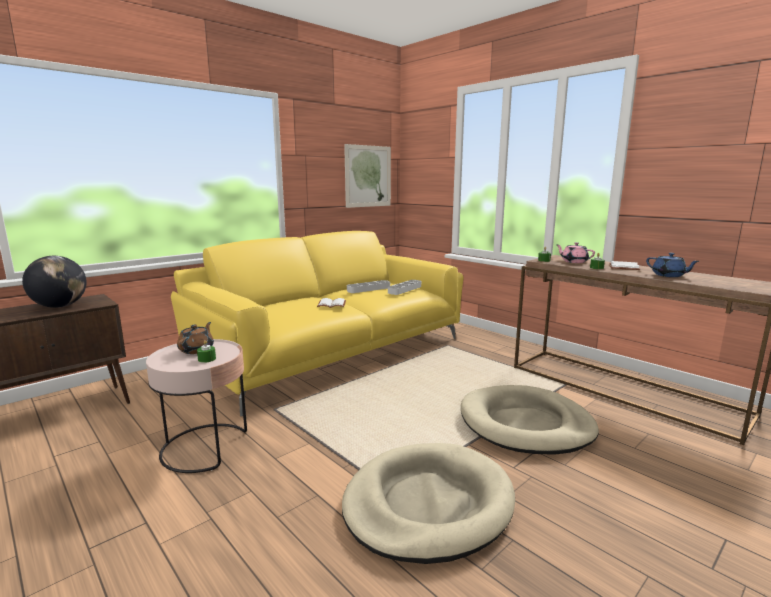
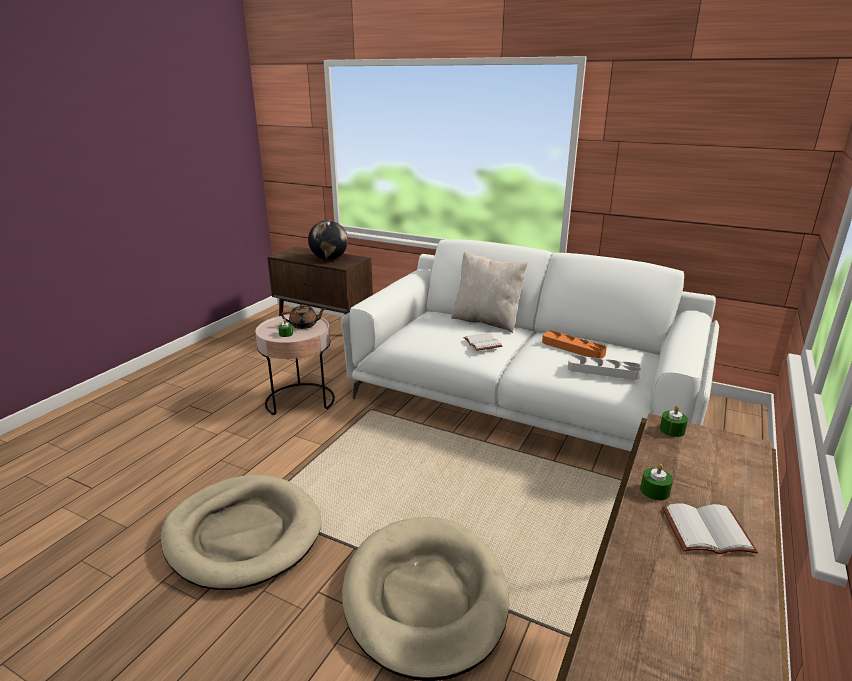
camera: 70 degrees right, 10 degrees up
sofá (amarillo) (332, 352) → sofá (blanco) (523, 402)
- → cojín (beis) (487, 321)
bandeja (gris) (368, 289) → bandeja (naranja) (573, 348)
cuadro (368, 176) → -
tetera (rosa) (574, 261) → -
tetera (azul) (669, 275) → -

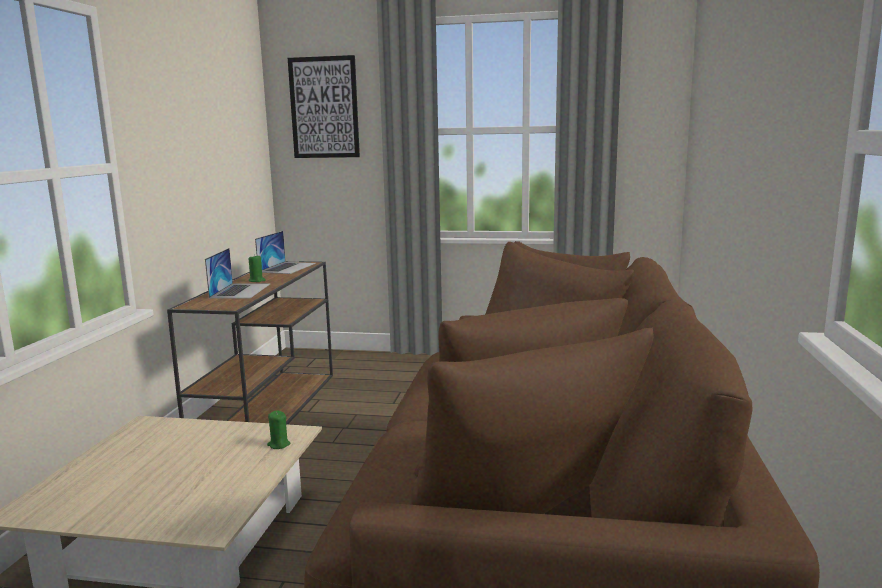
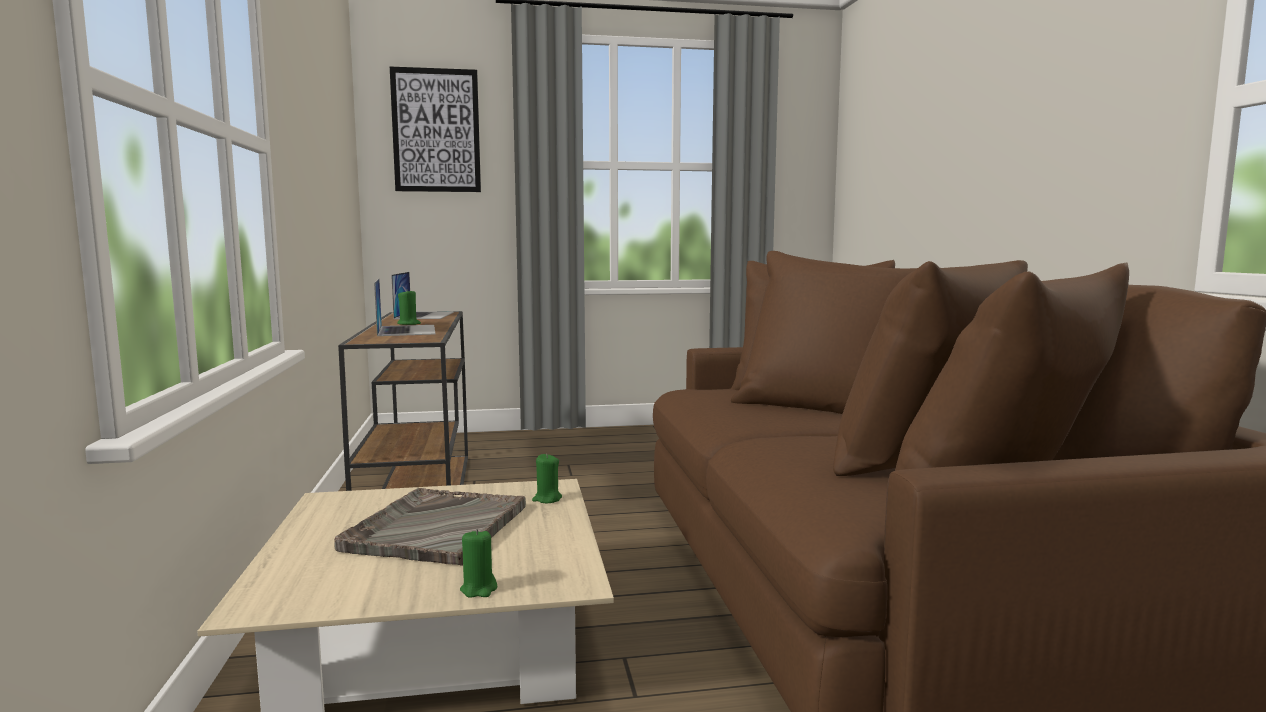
camera: 20 degrees left, 5 degrees down
- → bandeja (gris) (436, 528)
- → vela (verde) (479, 589)

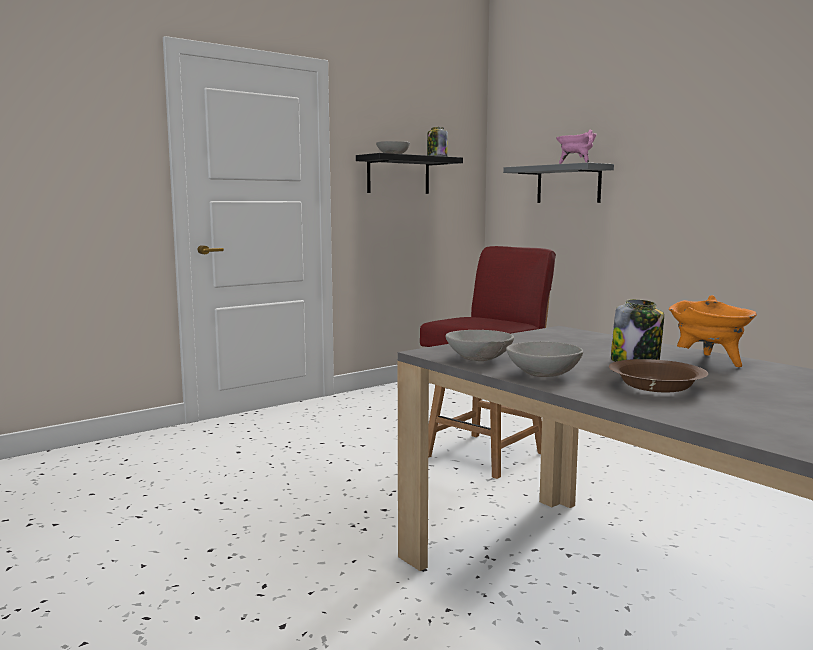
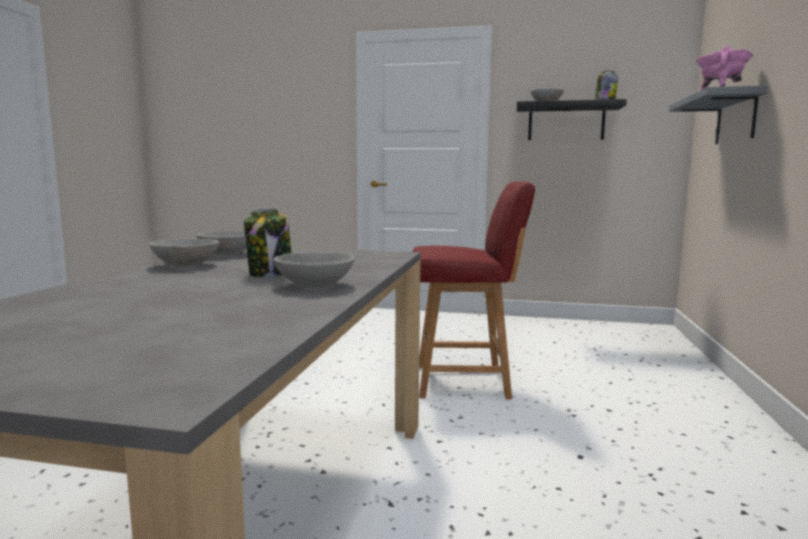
camera: 50 degrees right, 0 degrees up
olla (naranja) (709, 362) → cuenco (gris) (315, 285)
cuenco (marrón) (656, 387) → -

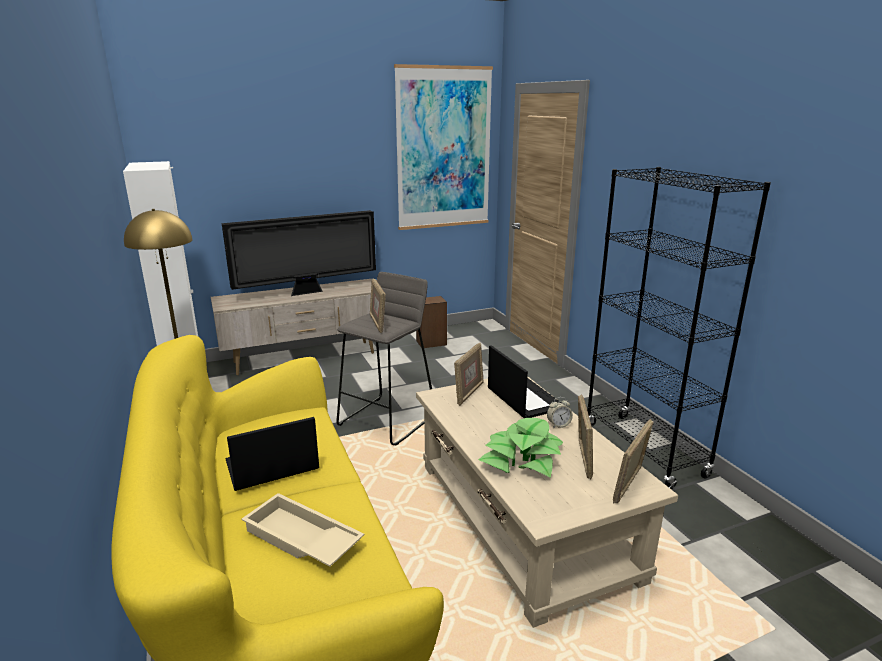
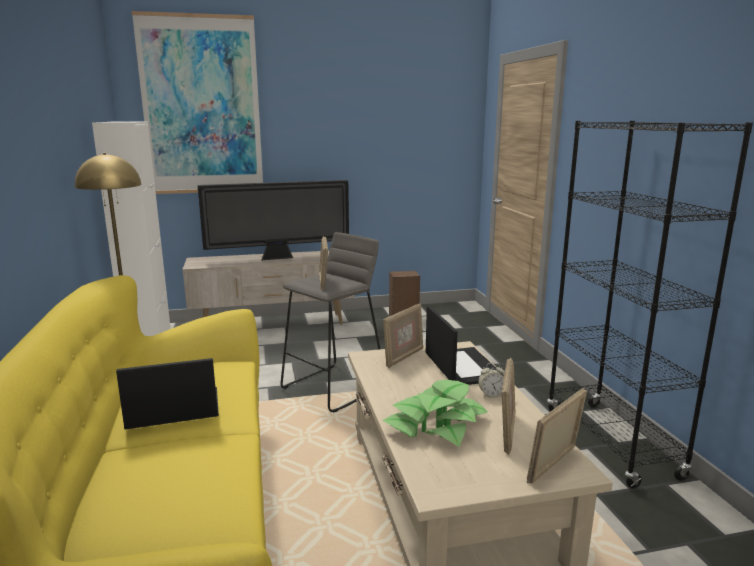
camera: 10 degrees right, 5 degrees down
cuadro (443, 149) → cuadro (202, 106), moved
bandeja (beis) (300, 539) → -

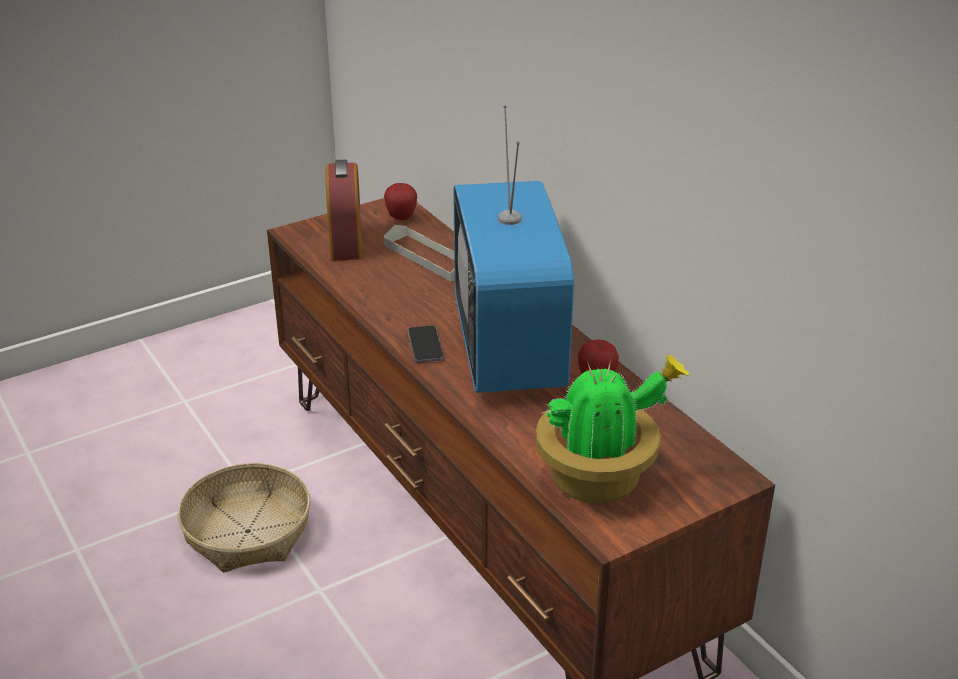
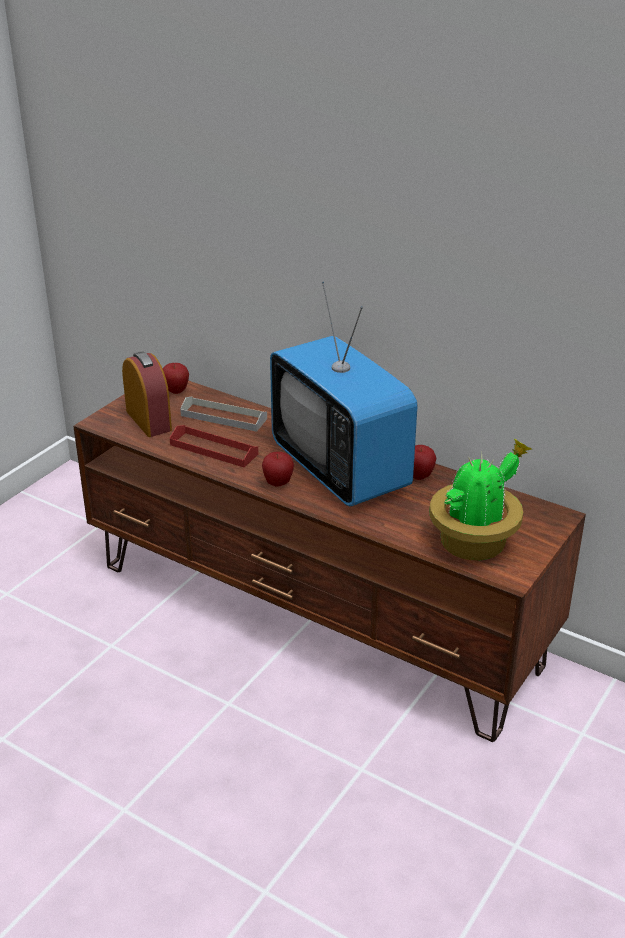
camera: 25 degrees left, 0 degrees up
- → bandeja (rojo) (214, 449)
móvil (425, 346) → manzana (278, 483)
cesta (248, 531) → -

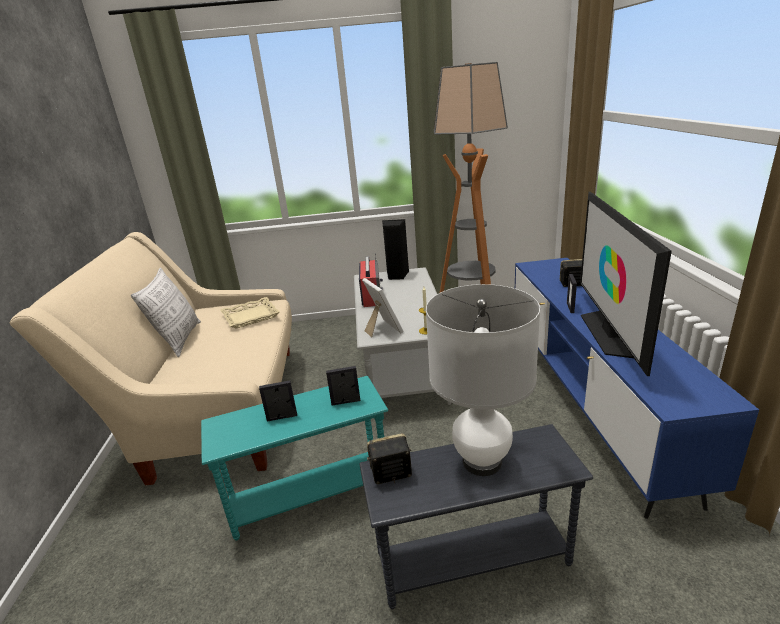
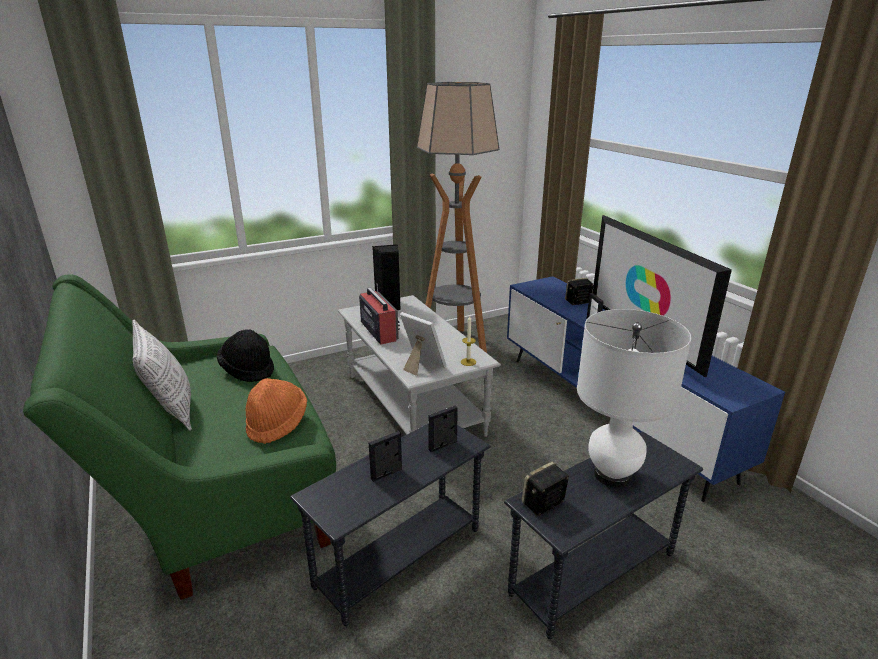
camera: 25 degrees left, 0 degrees up
sofá (beis) (216, 409) → sofá (verde) (215, 490)
bandeja (beis) (251, 317) → sombrero (negro) (248, 370)
- → sombrero (naranja) (277, 424)
mesa auxiliar (turquesa) (310, 496) → mesa auxiliar (gris) (400, 558)

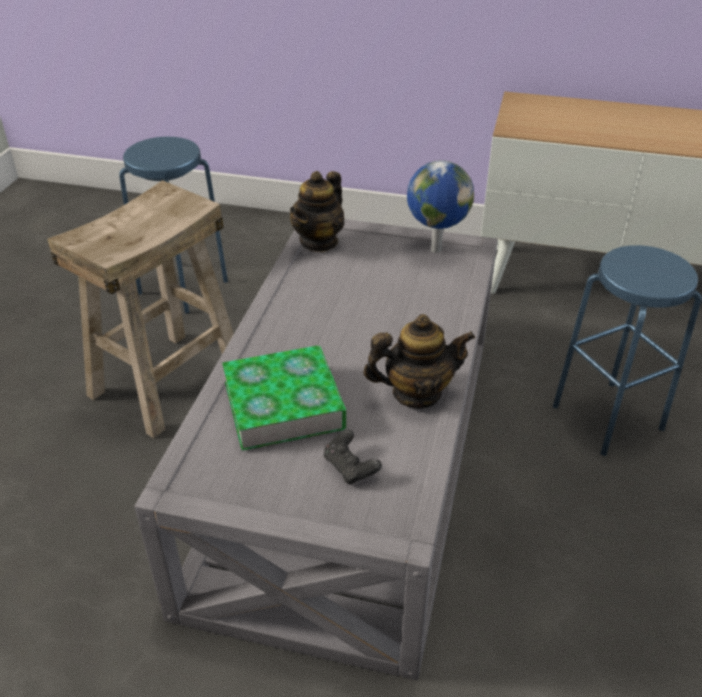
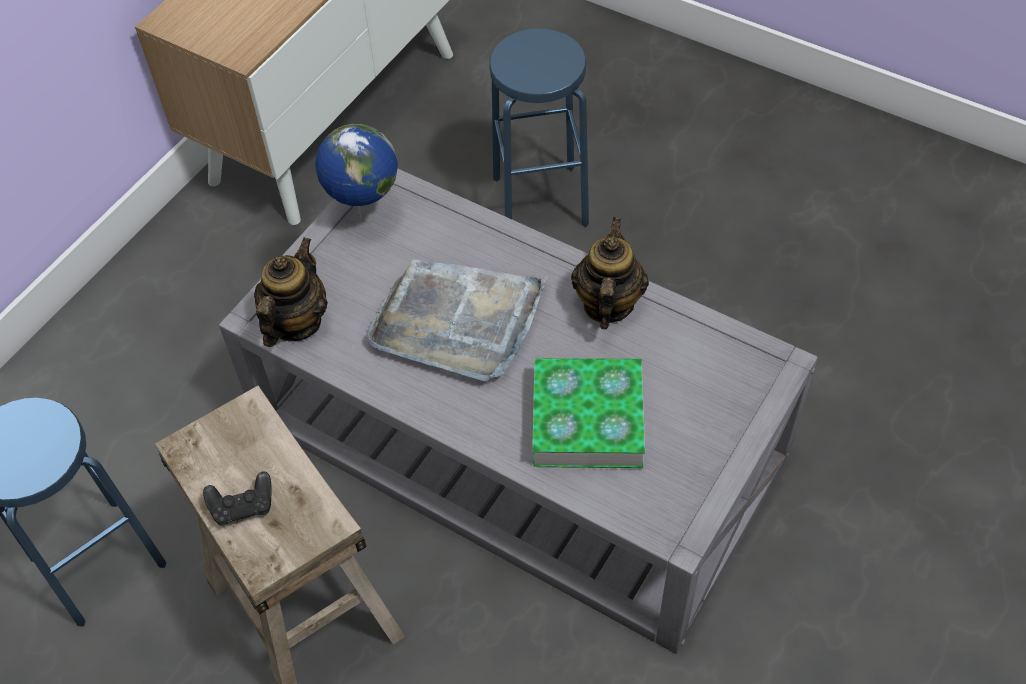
camera: 70 degrees left, 15 degrees up
mando de consola (negro) (350, 467) → mando de consola (negro) (243, 506), moved
tetera (319, 241) → tetera (296, 322), 120 degrees counterclockwise
- → bandeja (gris) (458, 321)

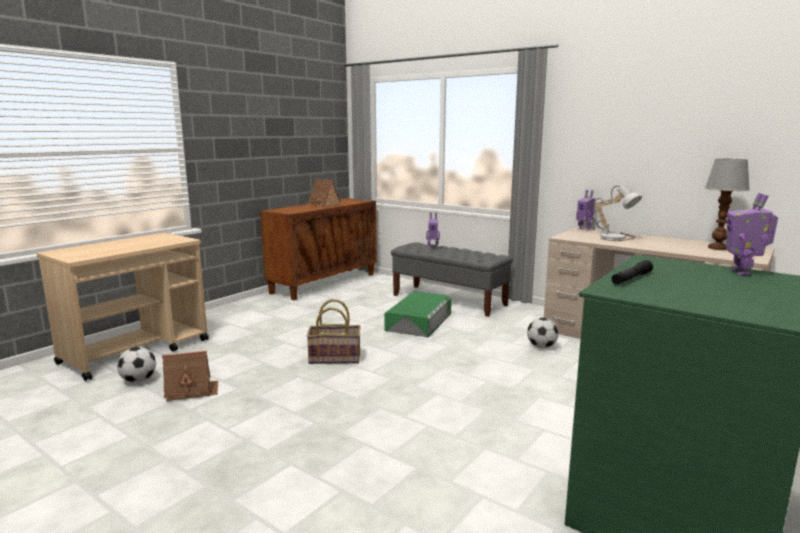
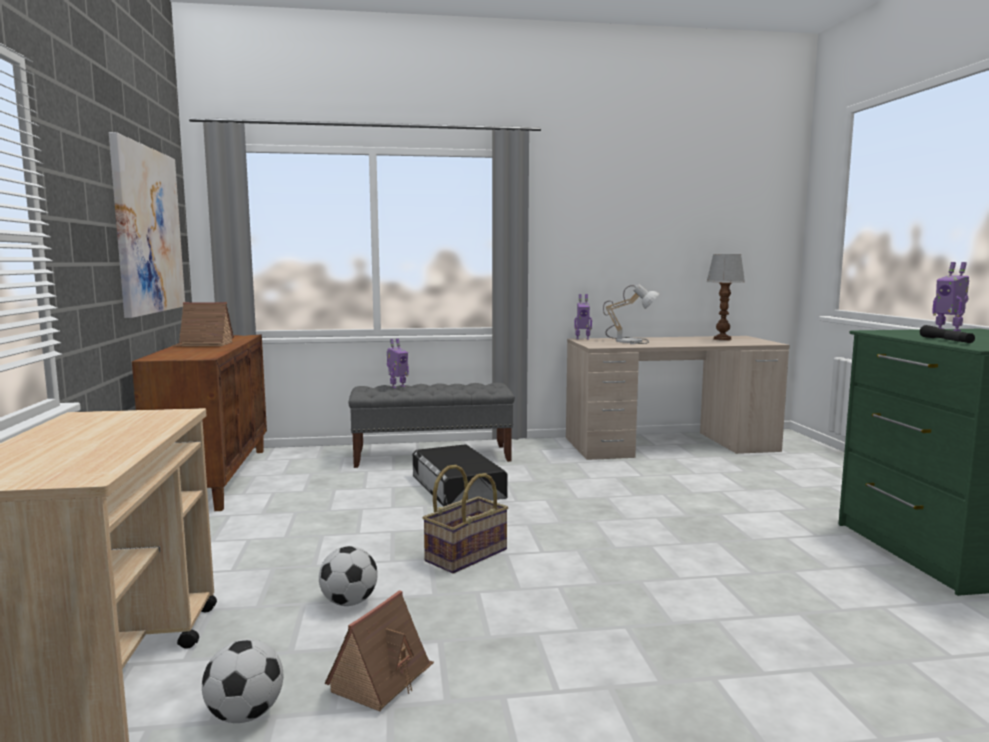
camera: 45 degrees left, 5 degrees down
- → cuadro (148, 230)
balón de fútbol (541, 347) → balón de fútbol (349, 602), moved
caja de almacenaje (verde) (419, 322) → caja de almacenaje (negro) (458, 486)

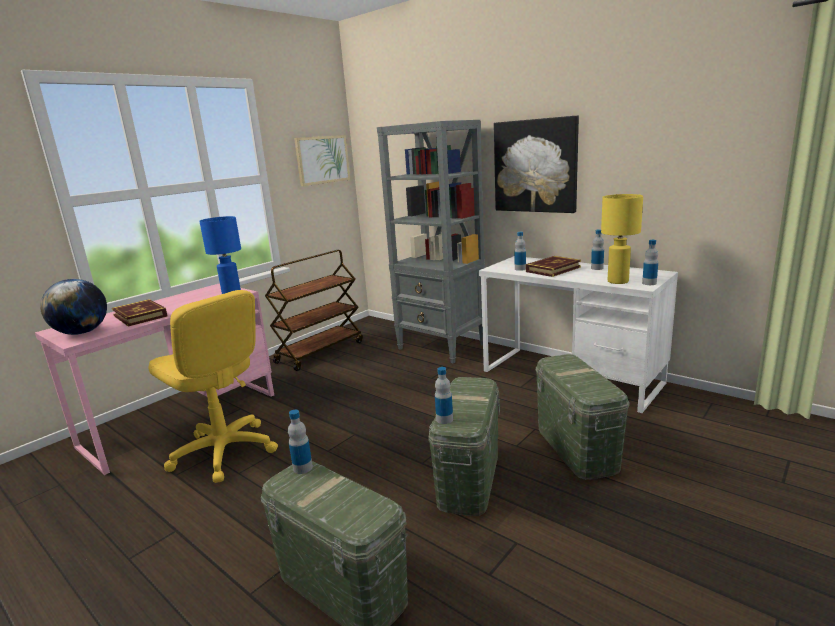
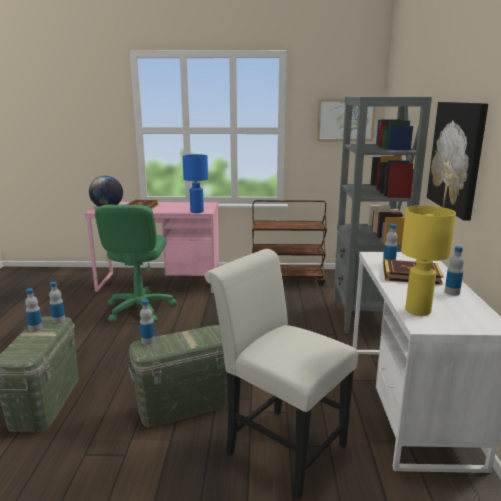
camera: 50 degrees right, 0 degrees up
botella (649, 283) → botella (35, 328), moved
silla de oficina (amarillo) (224, 452) → silla de oficina (verde) (139, 309)
caja de almacenaje (verde) (576, 448) → silla (blanco) (279, 445)

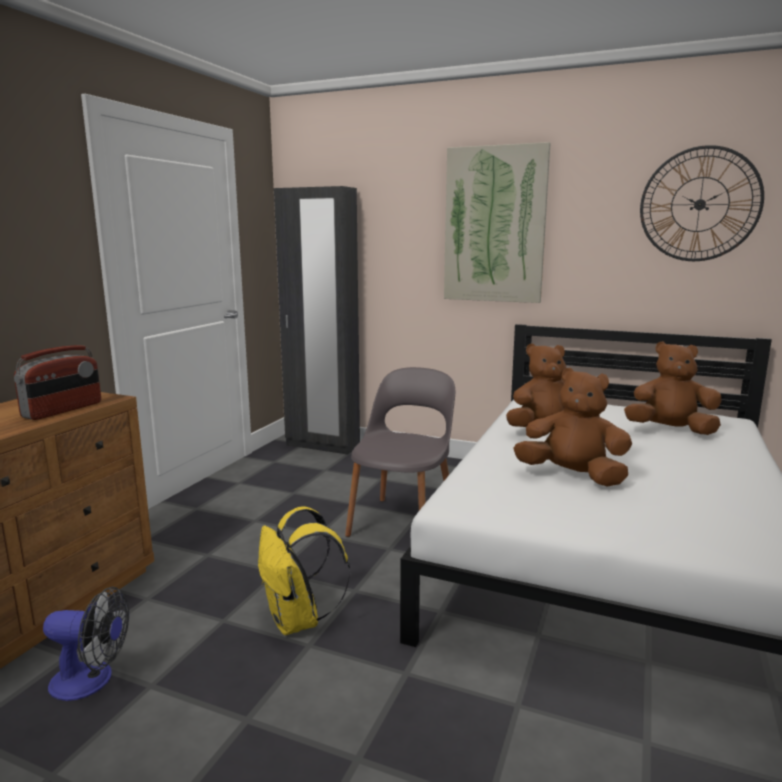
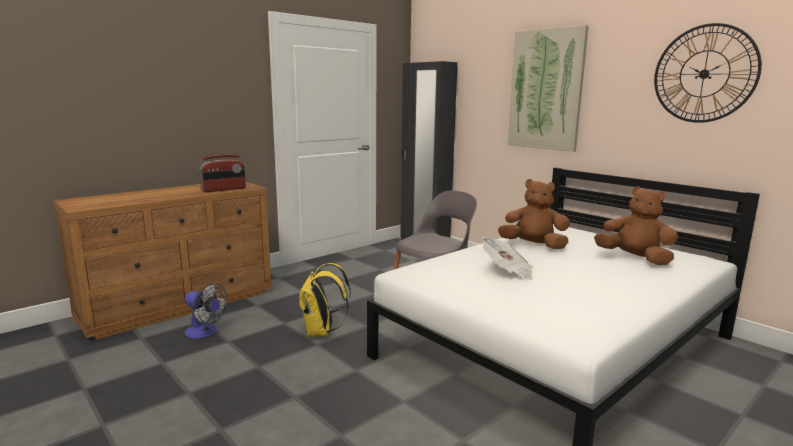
camera: 25 degrees right, 0 degrees up
peluche (marrón) (572, 476) → periódico (507, 272)

